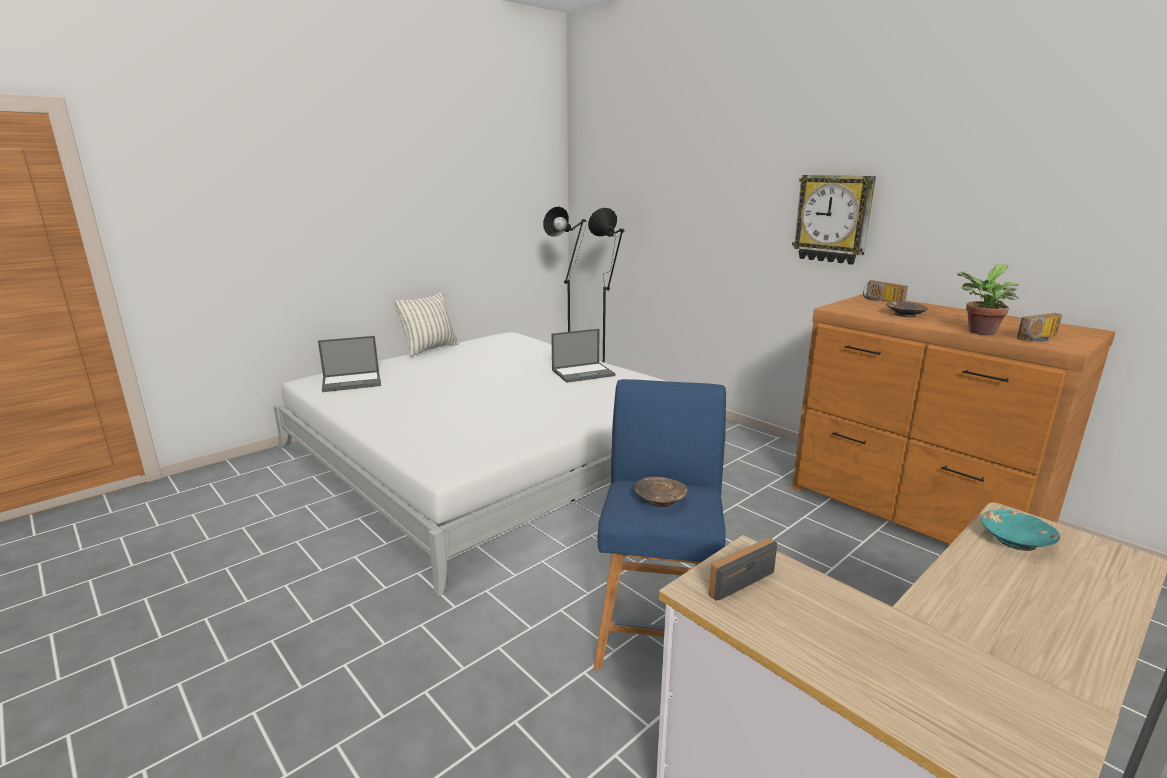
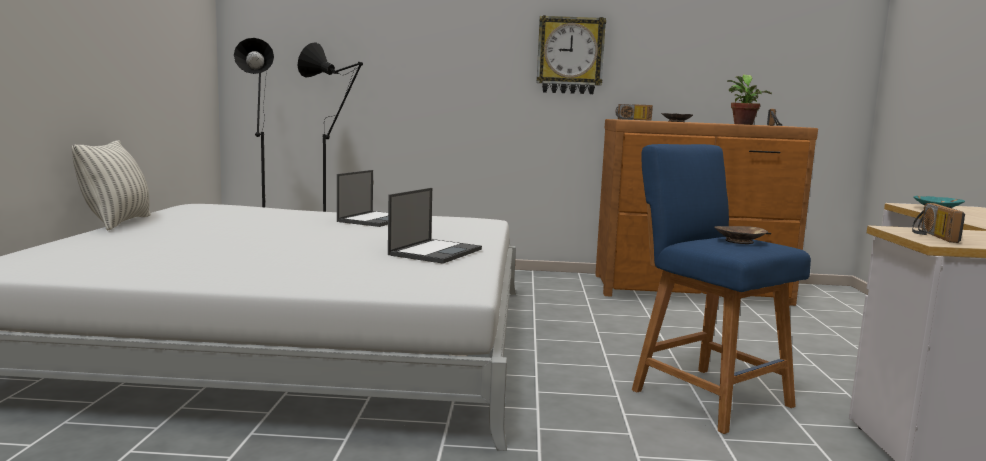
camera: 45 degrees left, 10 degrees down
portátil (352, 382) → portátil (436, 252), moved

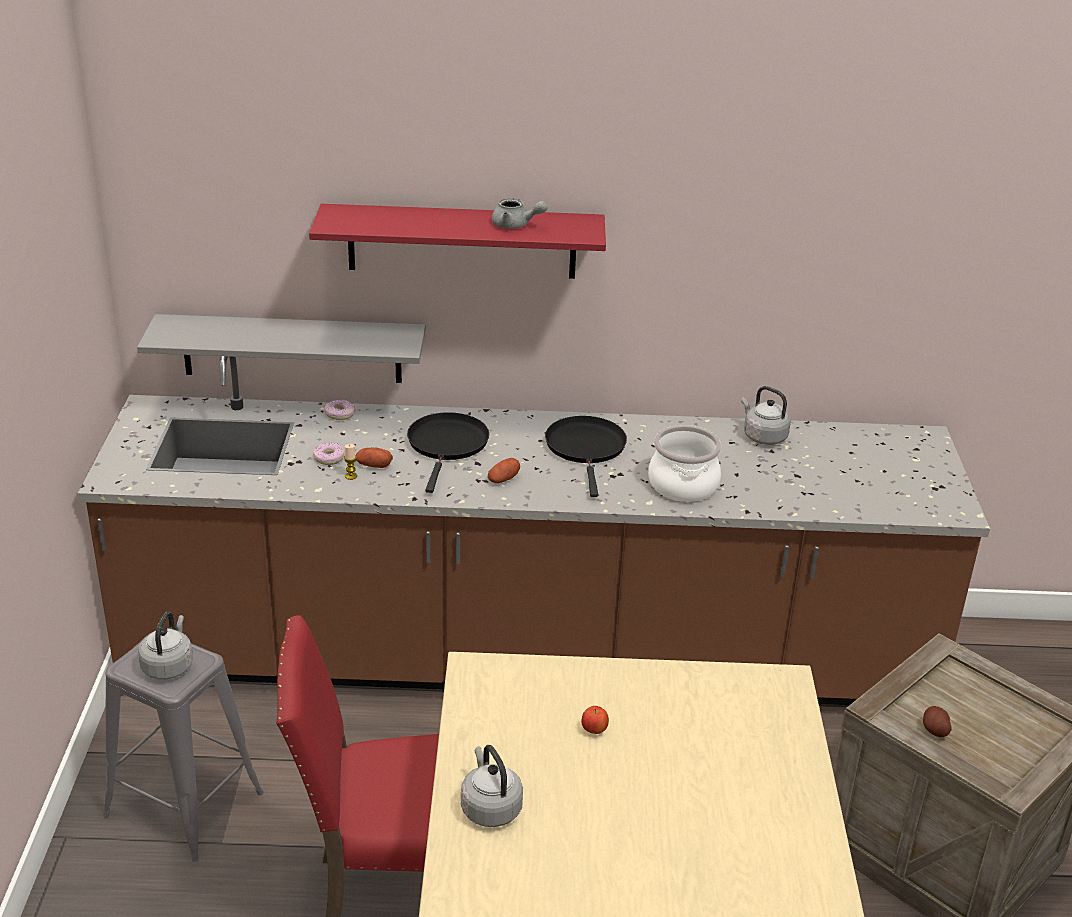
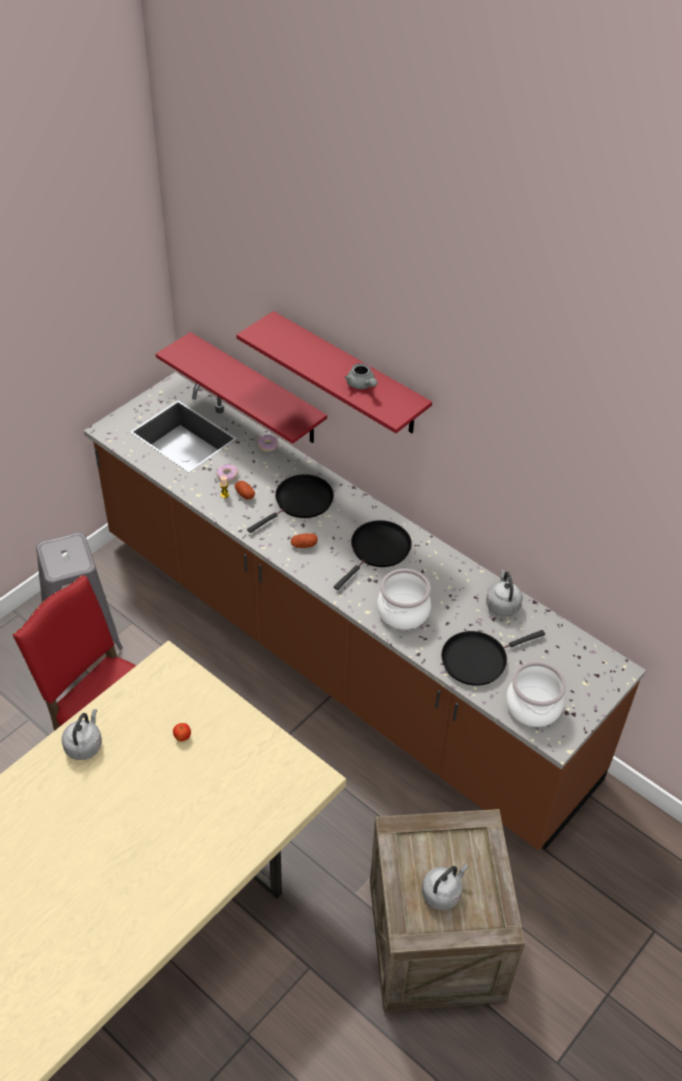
camera: 40 degrees right, 15 degrees up
estante (gris) (292, 348) → estante (rojo) (257, 389)
hervidor (gris) (168, 666) → hervidor (gris) (442, 893), moved
- → sartén (negro) (478, 659)
- → olla (532, 706)
patata (934, 730) → -

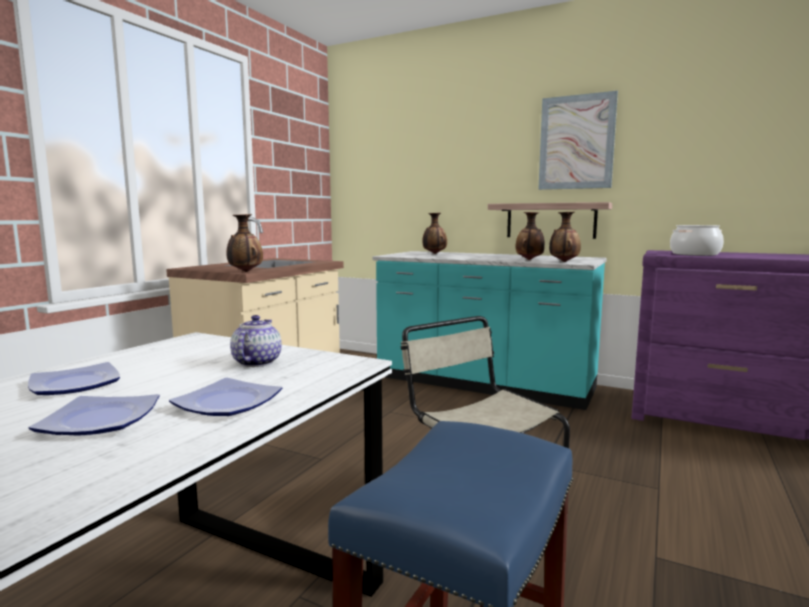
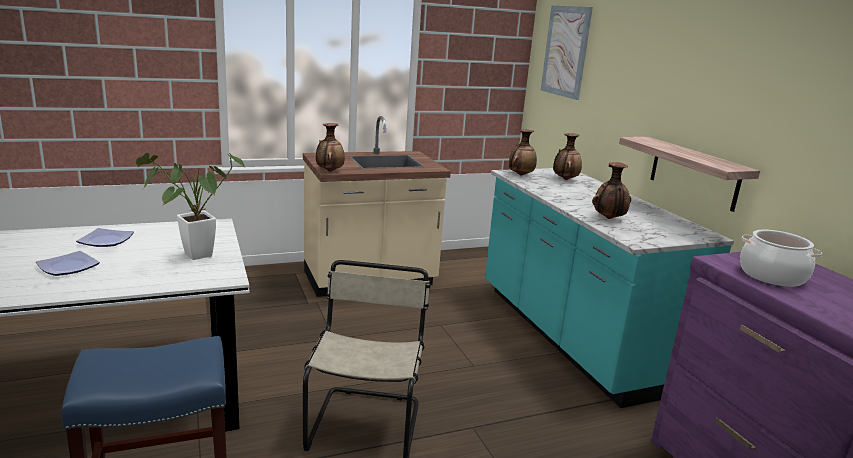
camera: 40 degrees right, 10 degrees up
tetera (256, 362) → planta en maceta (192, 256)
florero (563, 261) → florero (520, 175), moved
cuadro (576, 142) → cuadro (565, 51), moved
plato (230, 403) → -

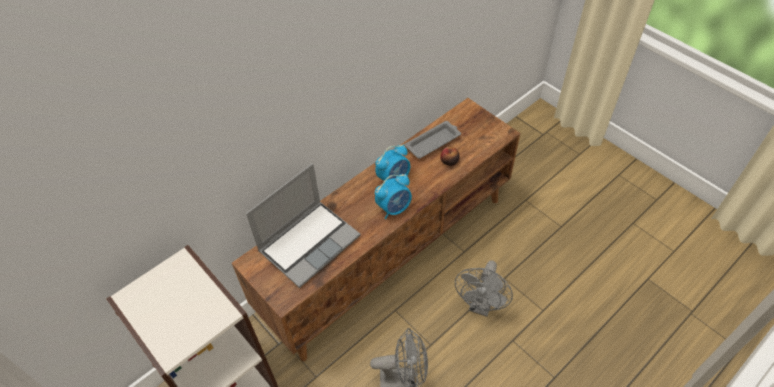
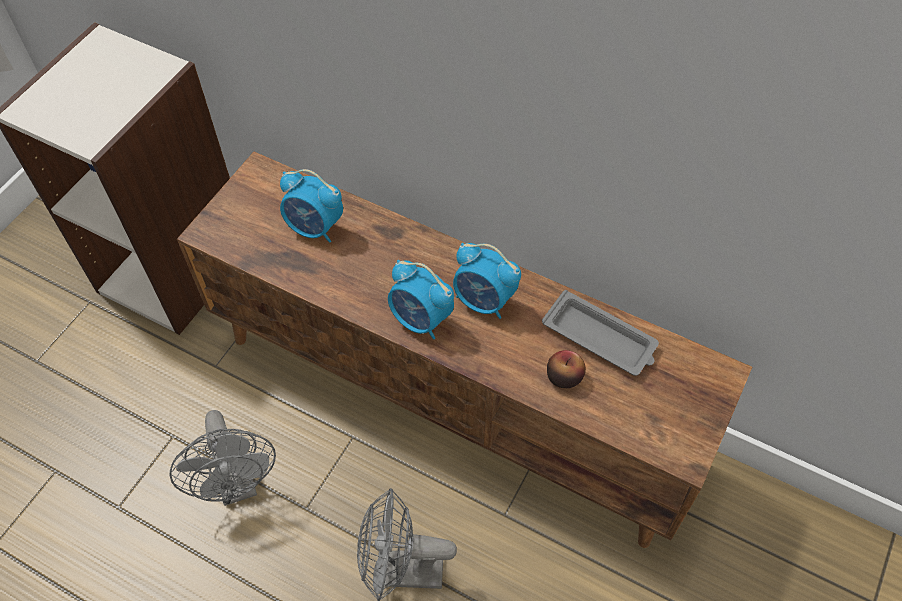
camera: 70 degrees right, 5 degrees up
portátil (309, 242) → despertador (315, 228)

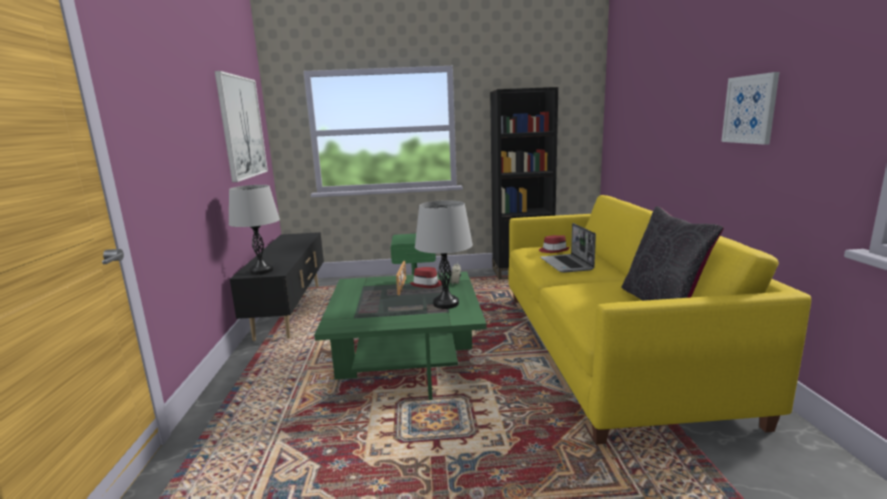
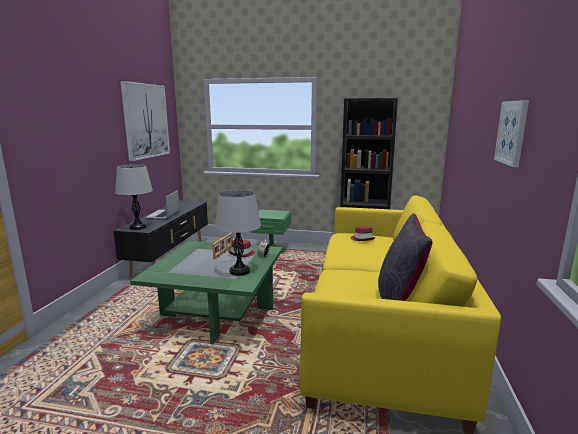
camera: 15 degrees right, 0 degrees up
portátil (567, 264) → portátil (163, 215), moved

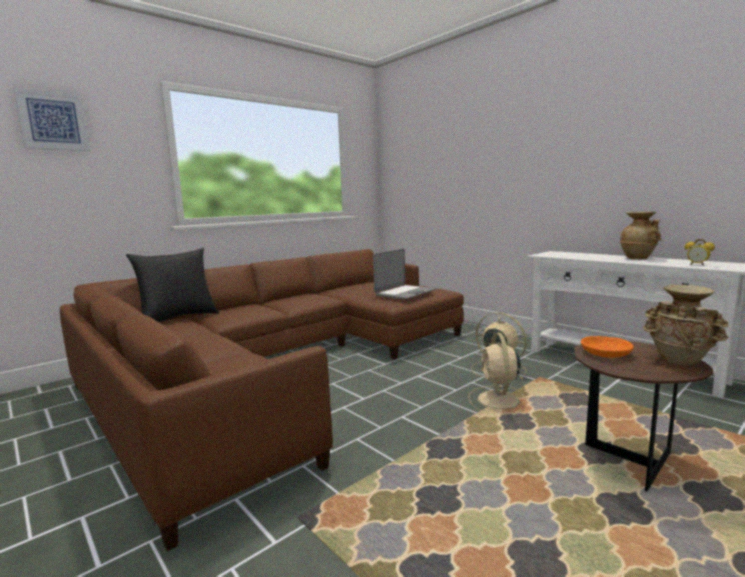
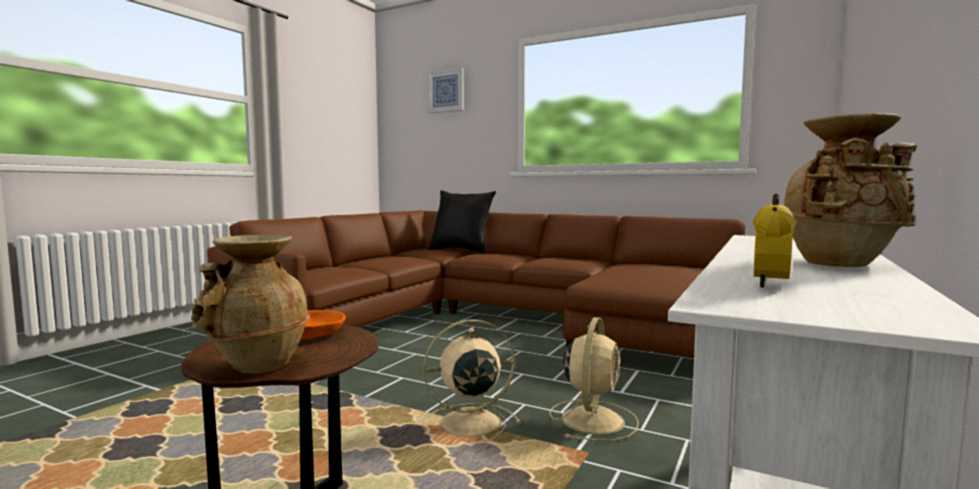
camera: 70 degrees right, 5 degrees down
portátil (404, 293) → -

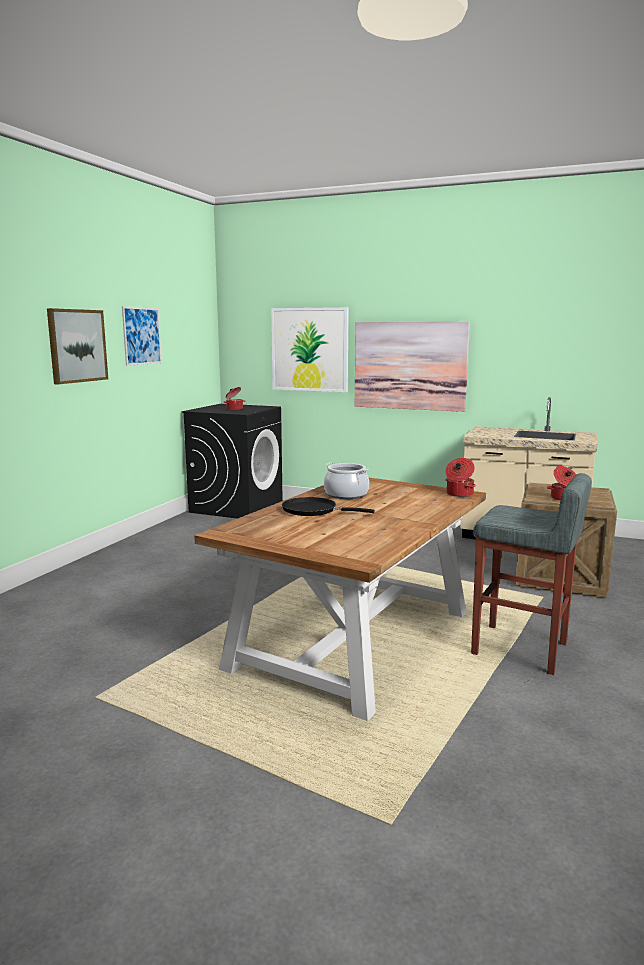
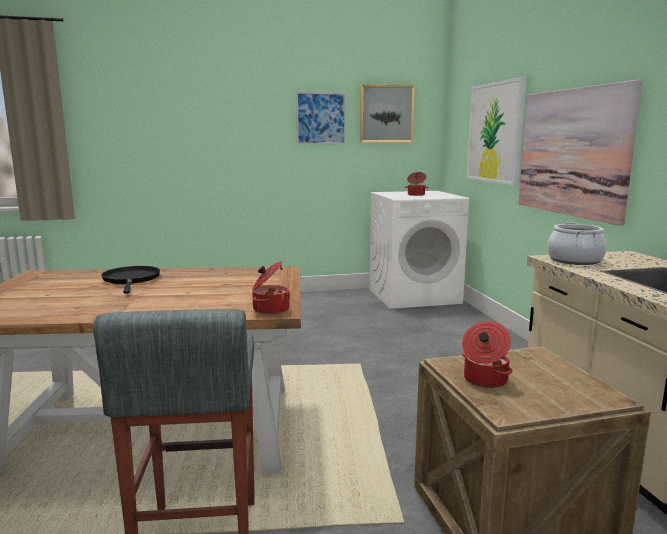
camera: 55 degrees right, 0 degrees up
cuadro (77, 346) → cuadro (386, 114), moved
lavadora (negro) (236, 506) → lavadora (blanco) (414, 296)
olla (346, 495) → olla (574, 260), moved

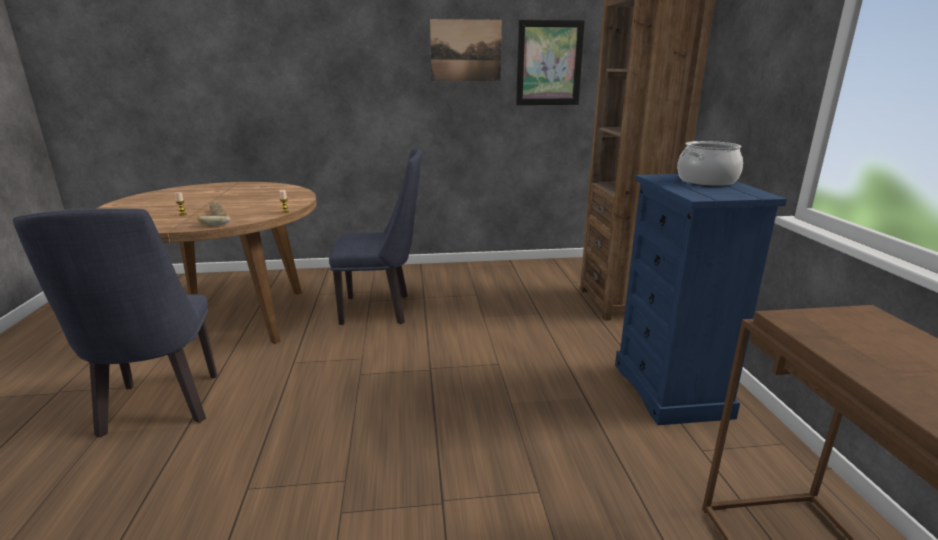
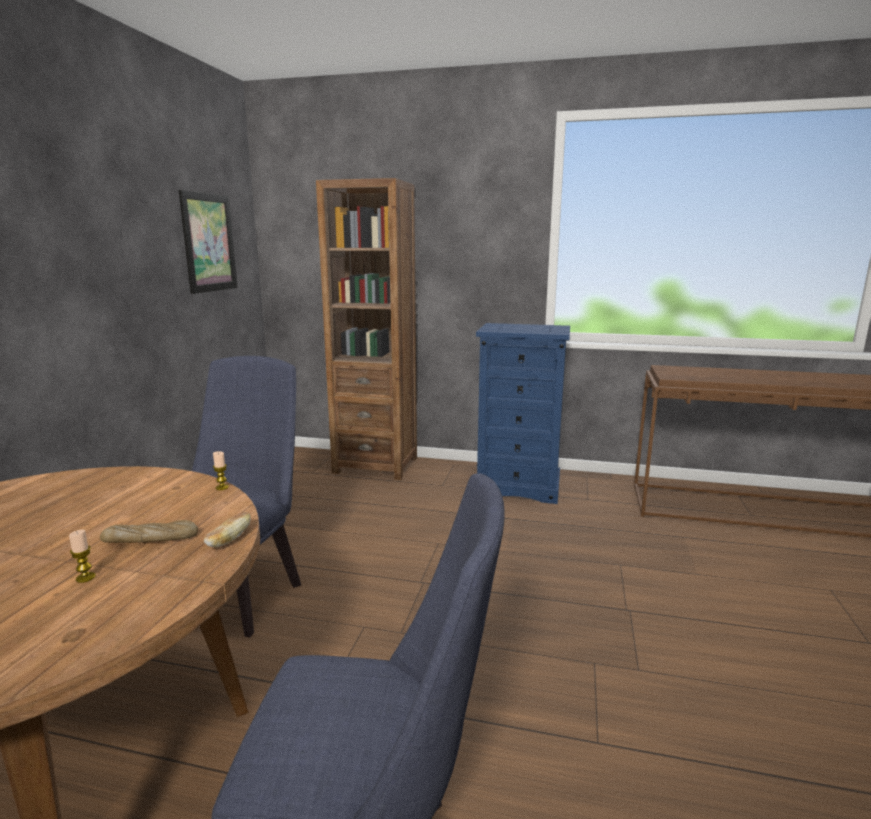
camera: 70 degrees left, 5 degrees down
cuadro (466, 50) → -
olla (706, 181) → -

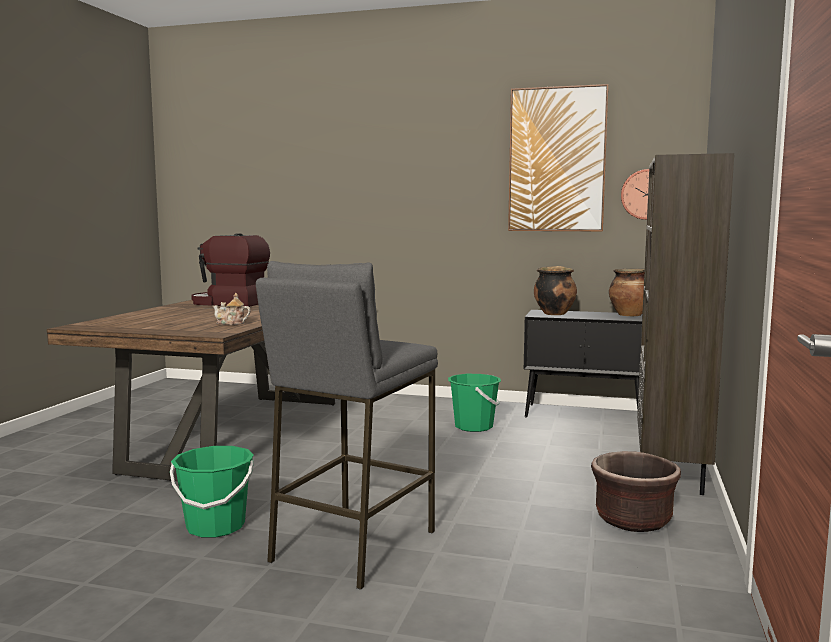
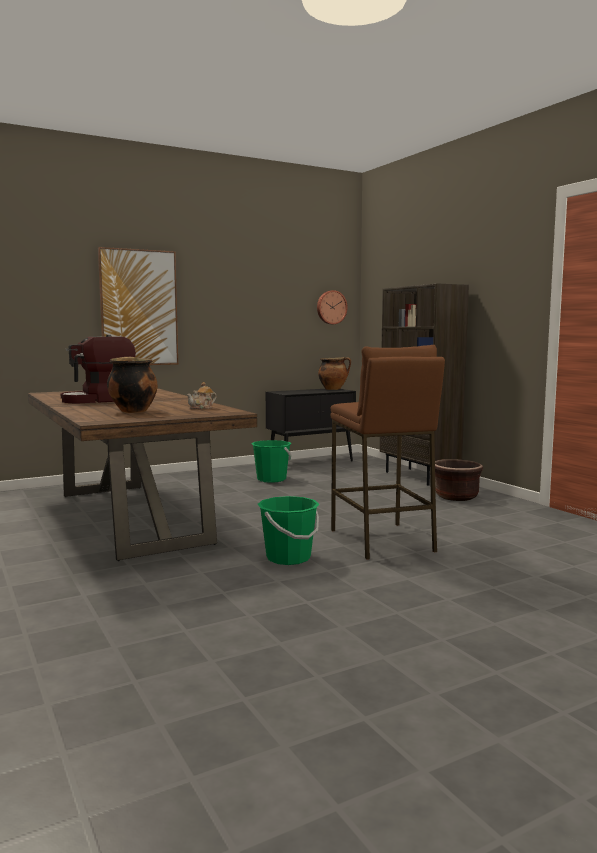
camera: 45 degrees left, 0 degrees up
cuadro (557, 160) → cuadro (138, 308), moved
olla (554, 313) → olla (132, 411), moved
taburete (gris) (352, 545) → taburete (marrón) (382, 540)

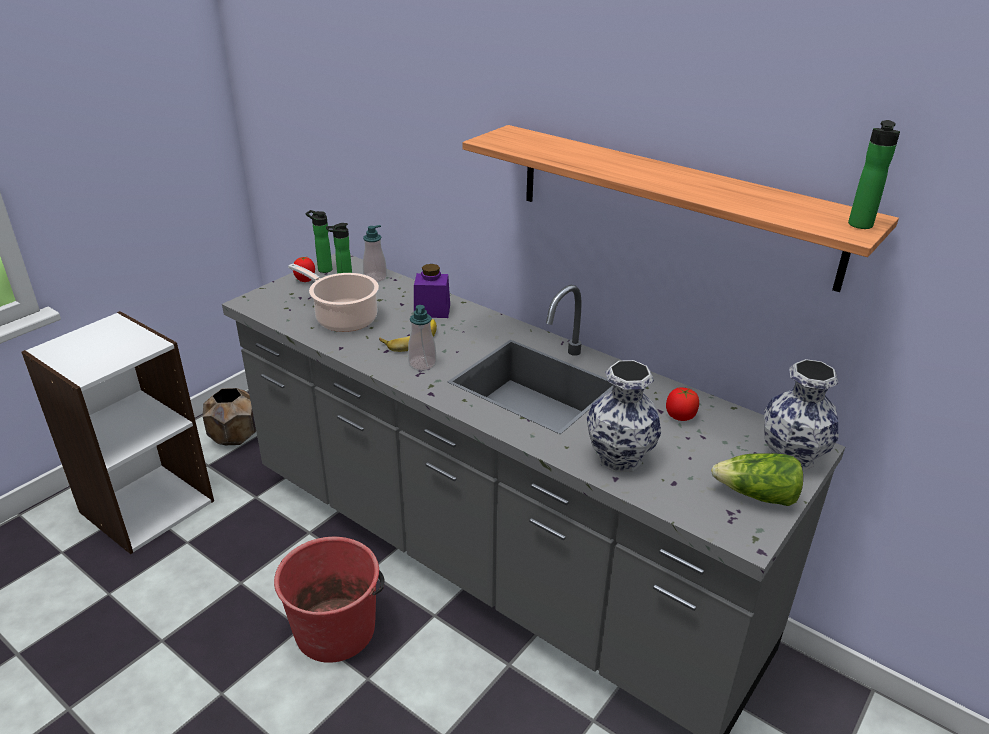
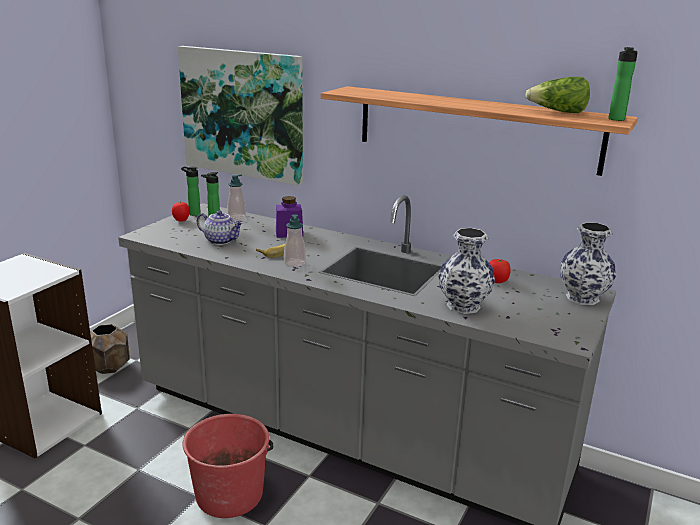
camera: 10 degrees left, 10 degrees down
- → cuadro (242, 114)
olla (343, 318) → tetera (221, 241)
lechuga (757, 496) → lechuga (558, 112), moved

